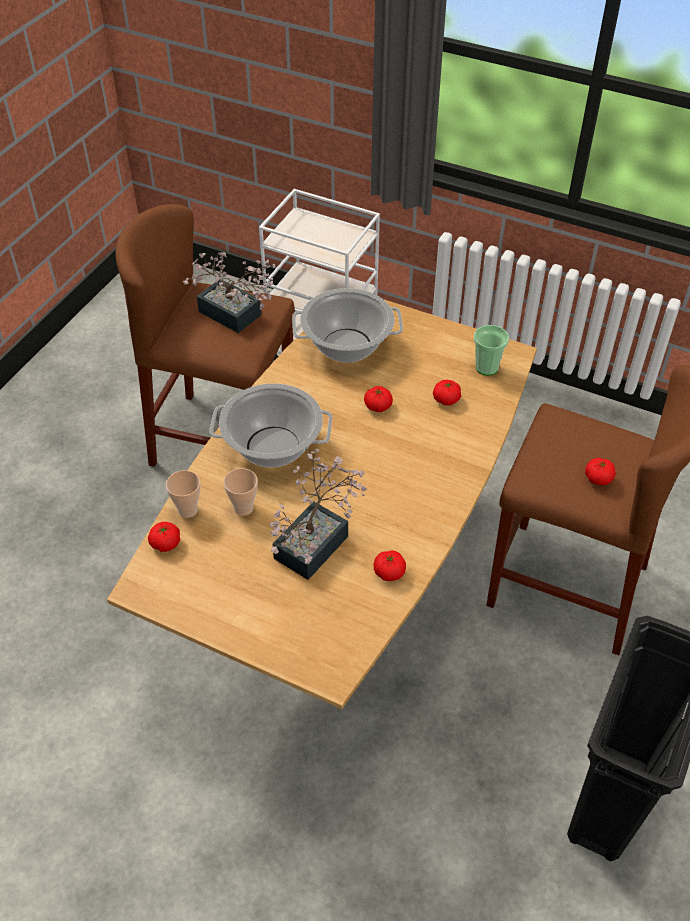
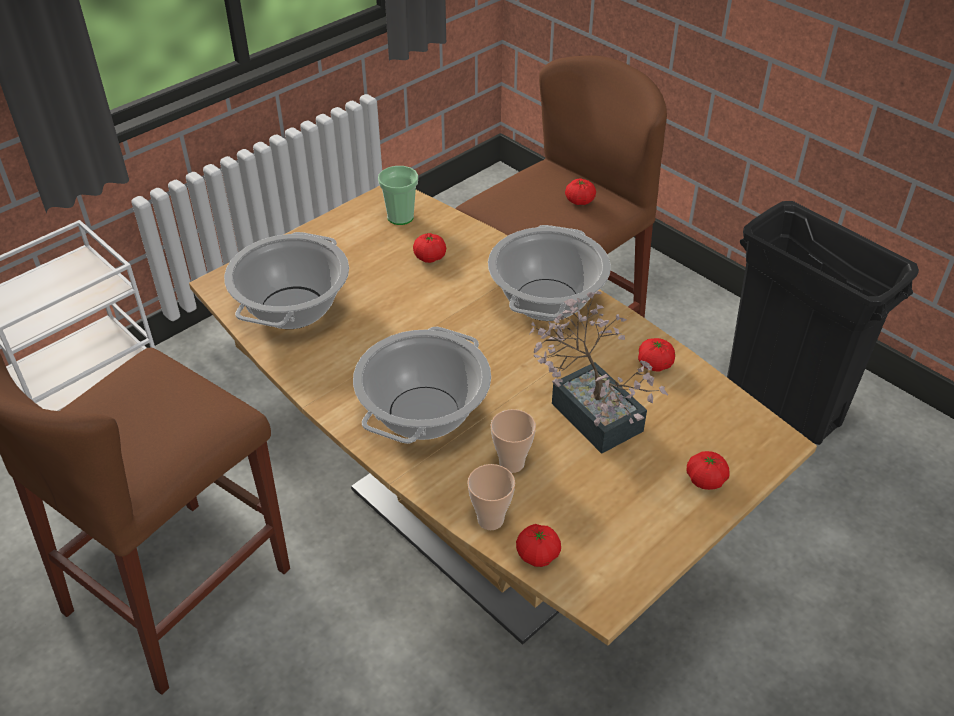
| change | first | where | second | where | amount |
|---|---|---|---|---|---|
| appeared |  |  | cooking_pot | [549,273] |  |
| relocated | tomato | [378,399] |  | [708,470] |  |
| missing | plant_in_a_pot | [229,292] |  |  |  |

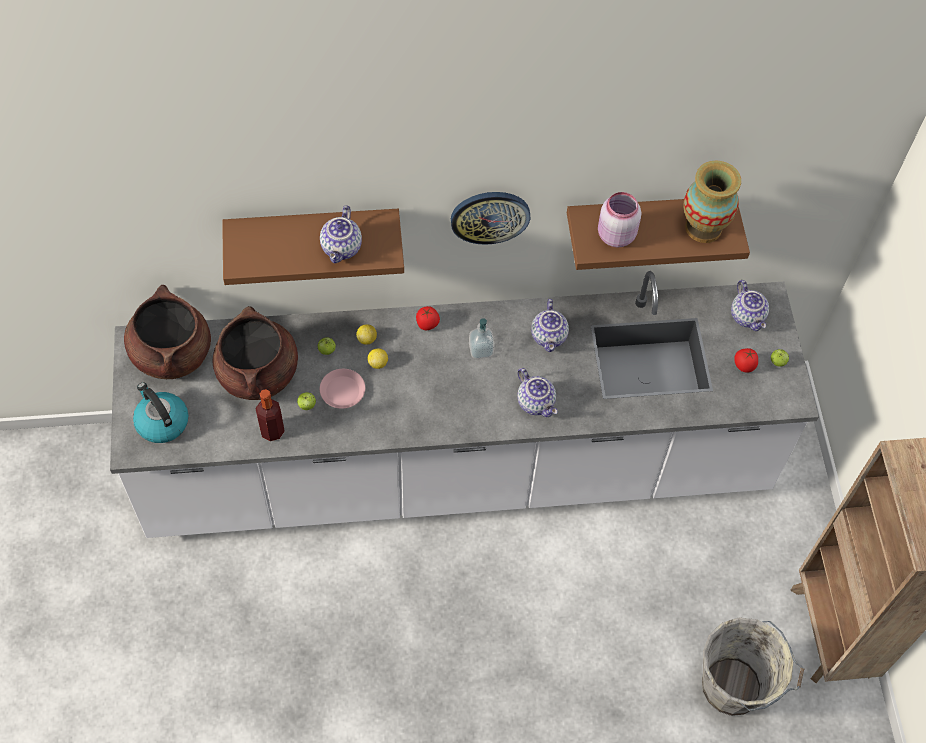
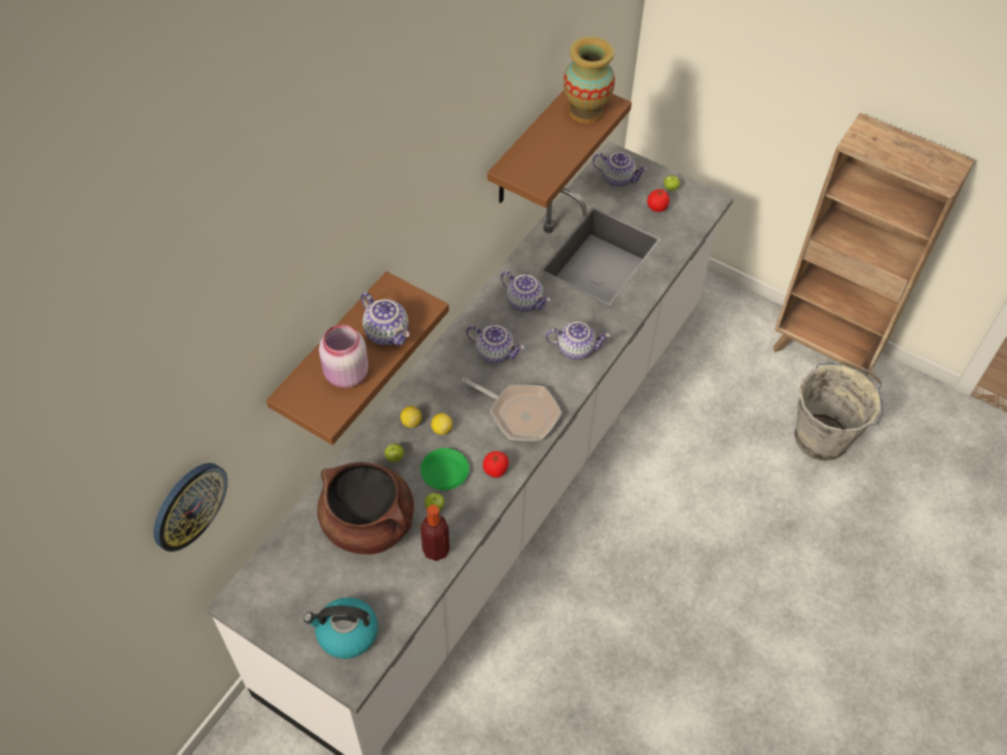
| change | first | where | second | where | amount |
|---|---|---|---|---|---|
| relocated | clock_on_the_wall | [490,218] |  | [191,507] |  |
| relocated | pink-coloured_storage_jar | [619,220] |  | [344,356] |  |
| colour | pink-coloured_plate | [342,389] | greenish_plate | [444,469] |  |
| appeared |  |  | frying_pan | [512,409] |  |
| exchanged | soap_dispenser | [482,338] | pot_for_tea | [495,344] |  |
| relocated | tomato | [428,318] |  | [496,464] |  |
| missing | brownish_cooking_pot | [167,332] |  |  |  |

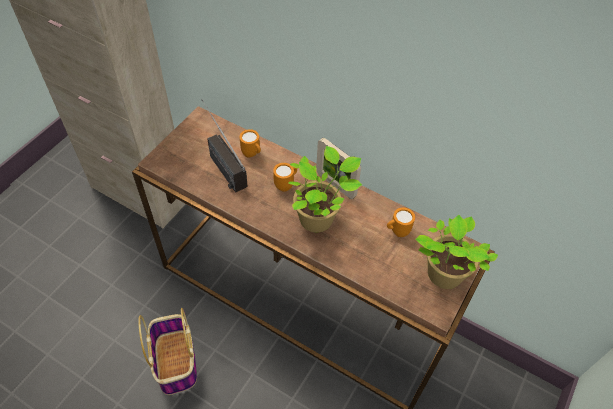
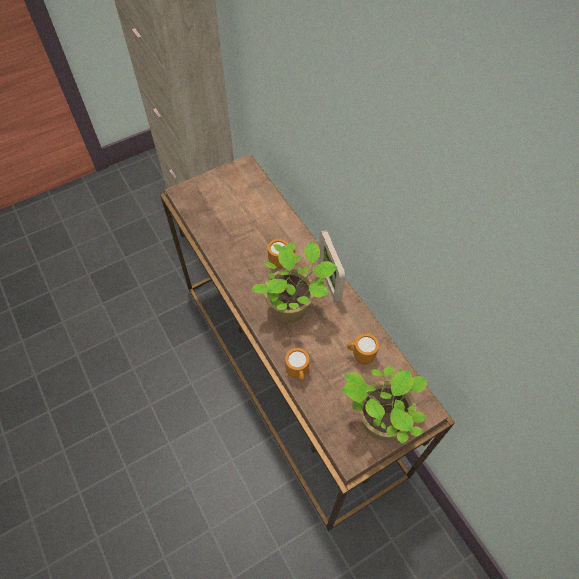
| change | first | where | second | where | amount |
|---|---|---|---|---|---|
| relocated | orange_mug | [250,143] |  | [297,364] |  |
| missing | storage_basket | [167,351] |  |  |  |
| missing | radio_set | [225,146] |  |  |  |

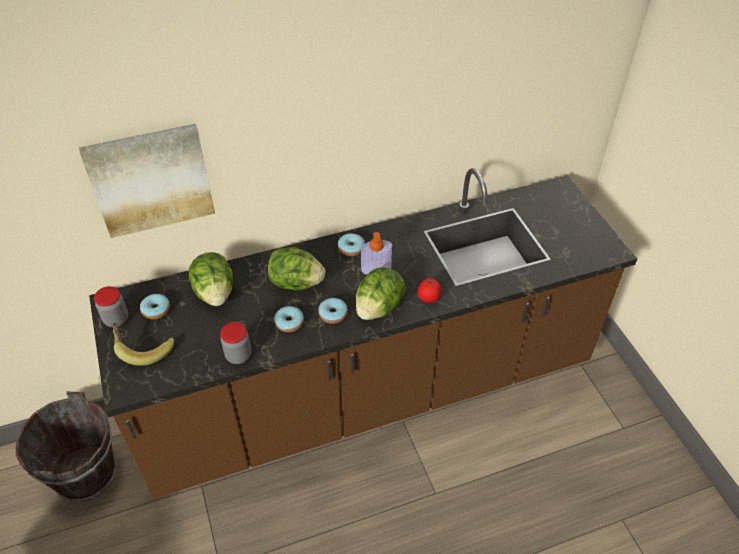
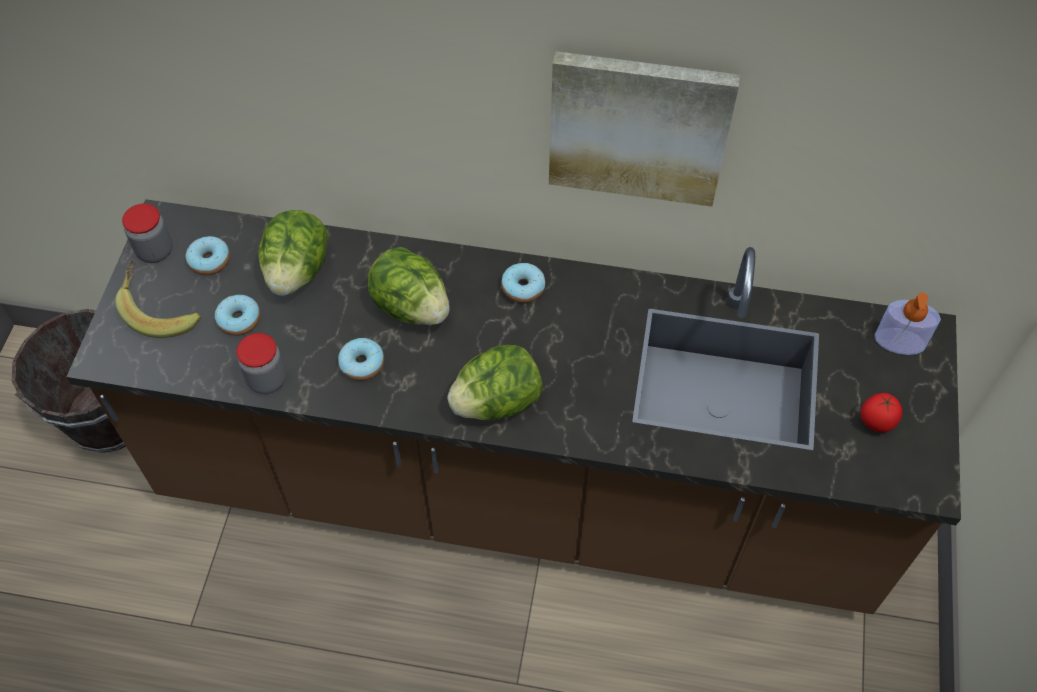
| change | first | where | second | where | amount |
|---|---|---|---|---|---|
| relocated | doughnut | [333,311] |  | [237,315] |  |
| relocated | picture | [147,181] |  | [644,129] |  |
| relocated | tomato | [429,290] |  | [881,412] |  |
| relocated | soap_dispenser | [376,253] |  | [908,323] |  |

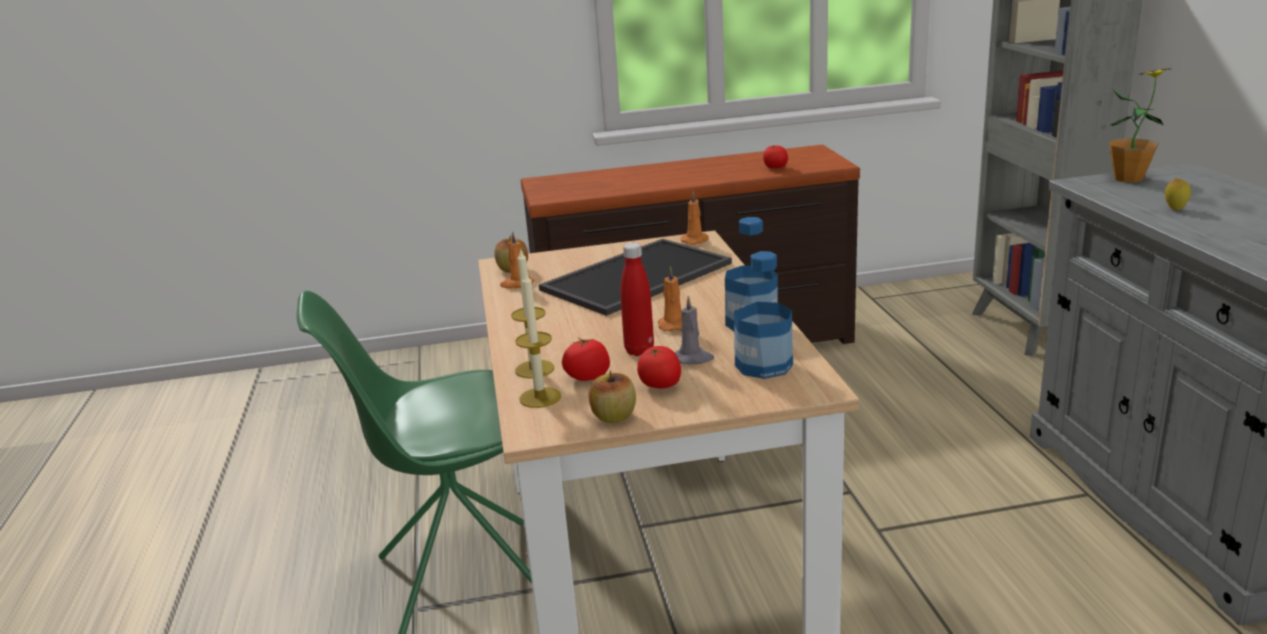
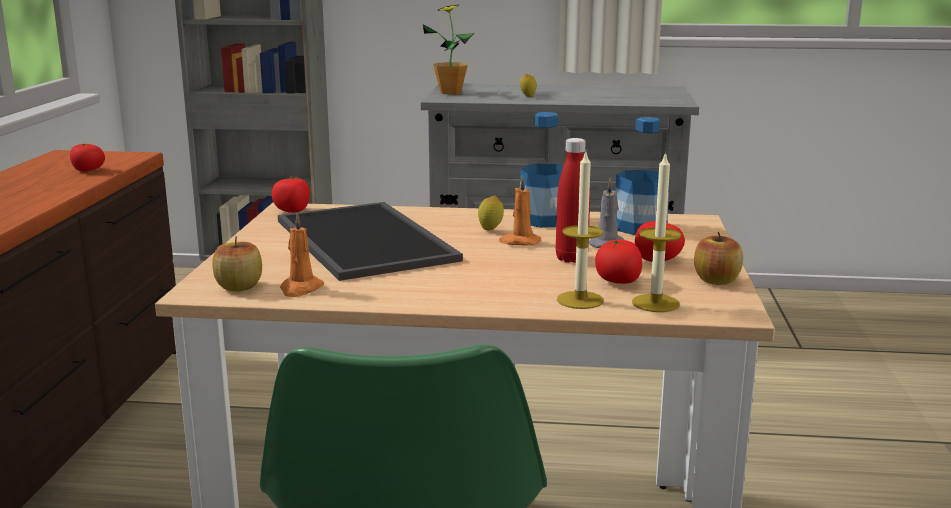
| change | first | where | second | where | amount |
|---|---|---|---|---|---|
| exchanged | orange_candle | [694,218] | tomato | [291,194] |  |
| appeared |  |  | whole_lemon | [491,212] |  |

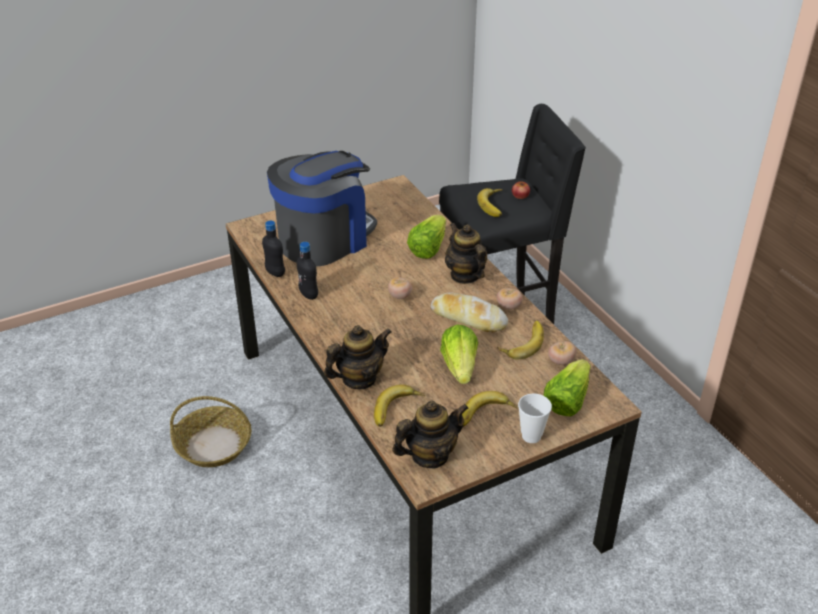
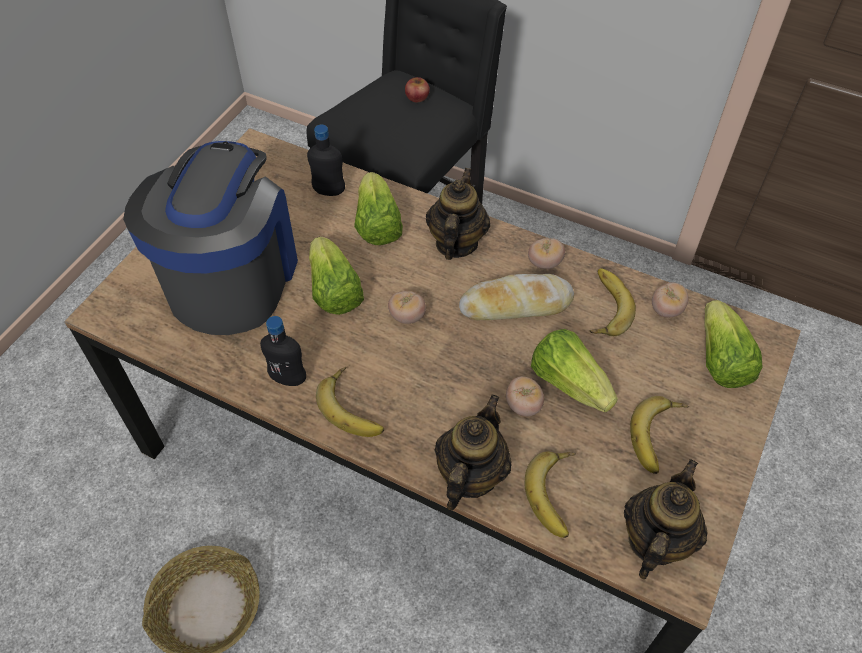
| change | first | where | second | where | amount |
|---|---|---|---|---|---|
| relocated | black-coloured_beverage_bottle | [273,248] |  | [326,160] |  |
| appeared |  |  | lettuce_head | [336,276] |  |
| relocated | banana_fruit | [490,202] |  | [350,402] |  |
| spun | pot_for_tea | [466,253] |  | [458,214] | 75 degrees clockwise |
| appeared |  |  | tomato | [525,396] |  |
| missing | drinking_cup | [535,418] |  |  |  |

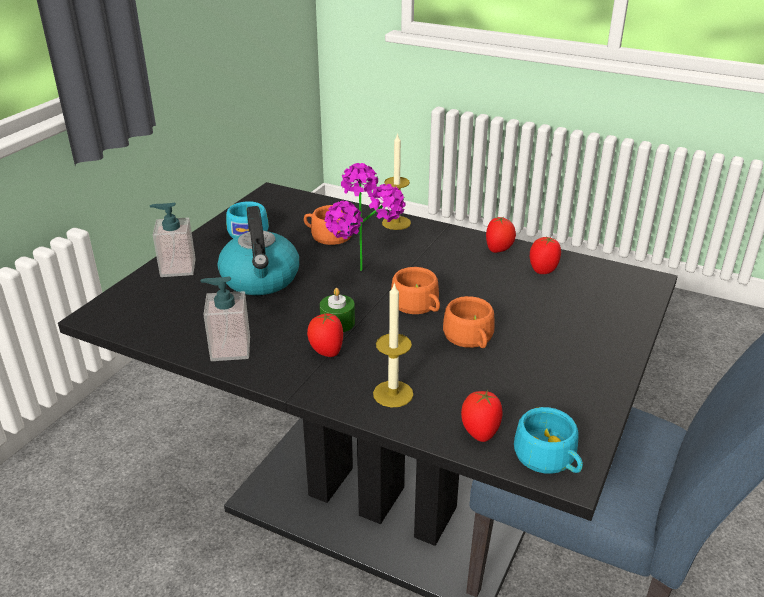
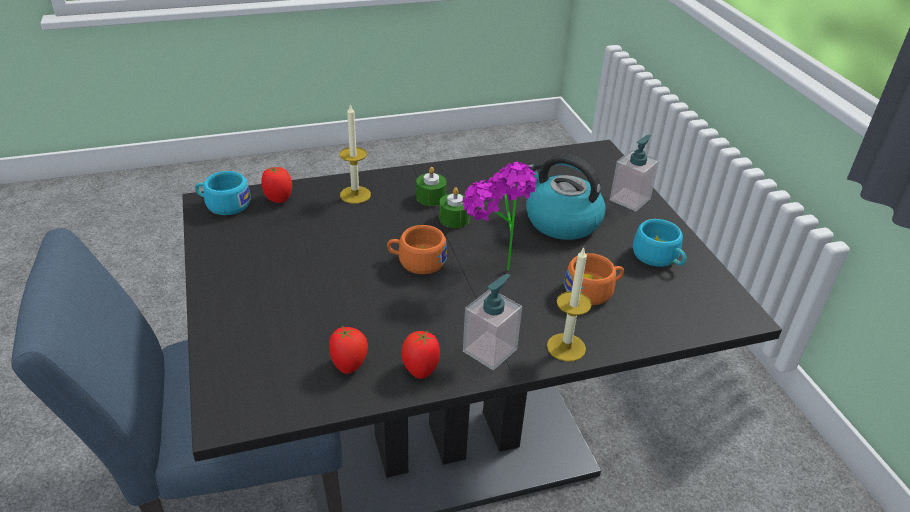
| change | first | where | second | where | amount |
|---|---|---|---|---|---|
| exchanged | tomato | [325,335] | greenish_candle | [431,186] |  |
| relocated | soap_dispenser | [225,318] |  | [492,322] |  |
| missing | orange_drinking_cup | [469,322] |  |  |  |

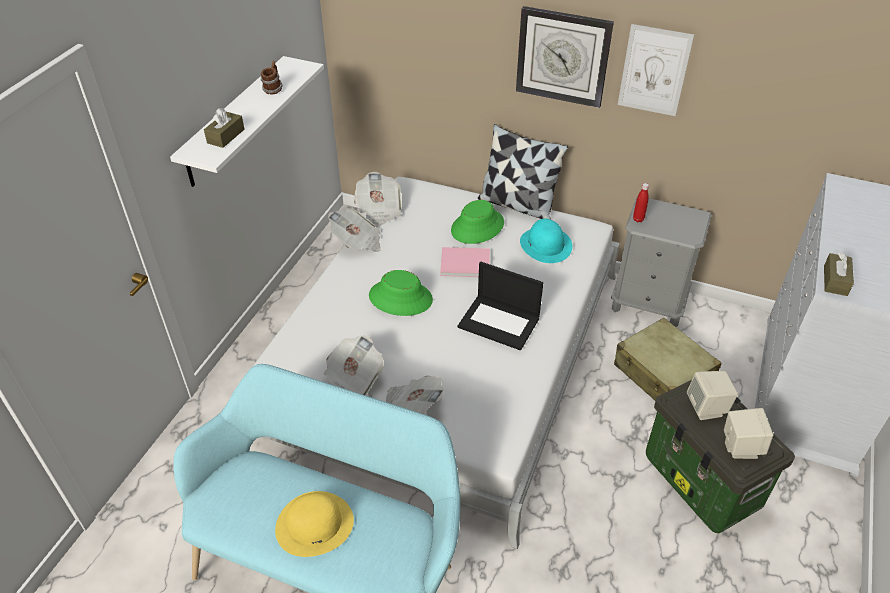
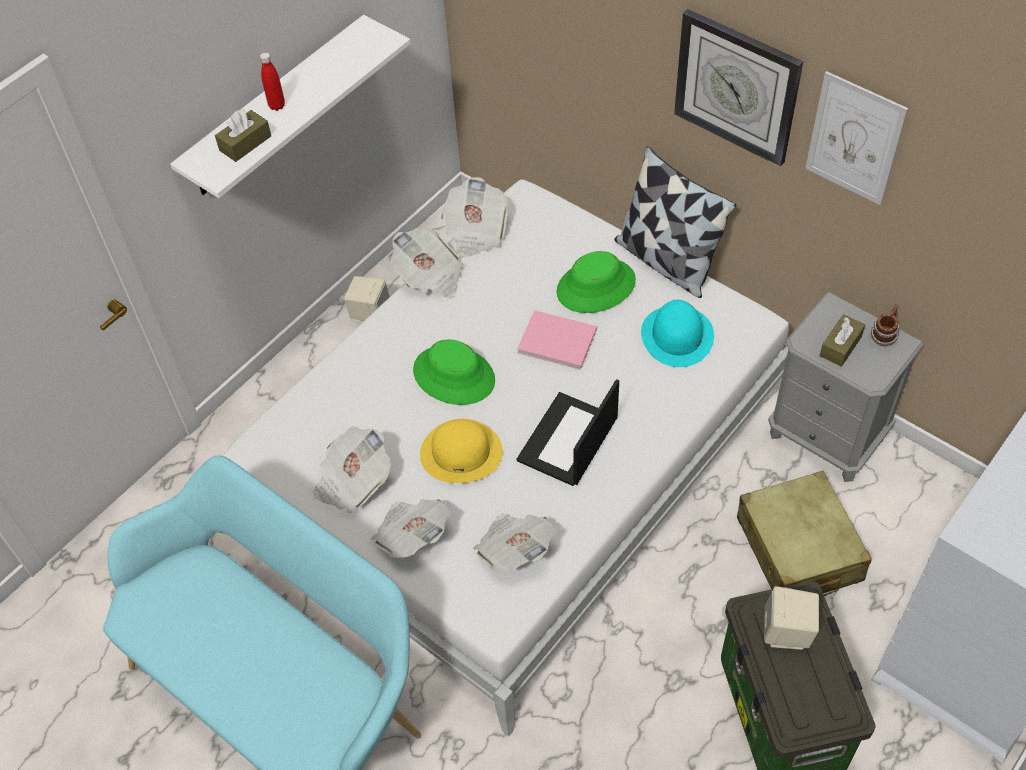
| change | first | where | second | where | amount |
|---|---|---|---|---|---|
| relocated | red-coloured_beverage_bottle | [641,202] |  | [272,81] |  |
| relocated | beige_audio_speaker | [748,433] |  | [367,299] |  |
| relocated | yellow_clothing_hat | [314,524] |  | [461,451] |  |
| appeared |  |  | daily_paper | [515,543] |  |
| spun | notebook_computer | [500,305] |  | [567,432] | 75 degrees clockwise |
| relocated | brownish_tissue_box | [839,274] |  | [842,340] |  |
| relocated | mug | [272,78] |  | [885,325] |  |

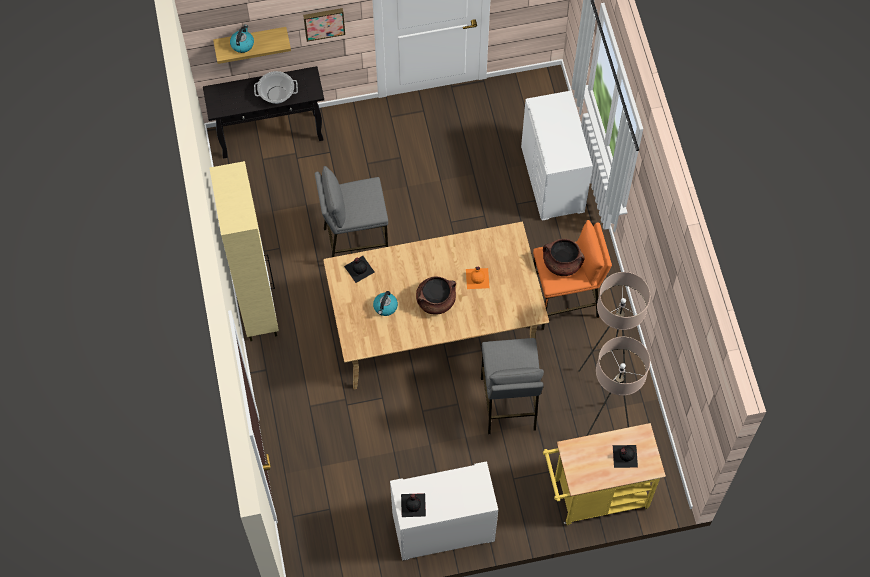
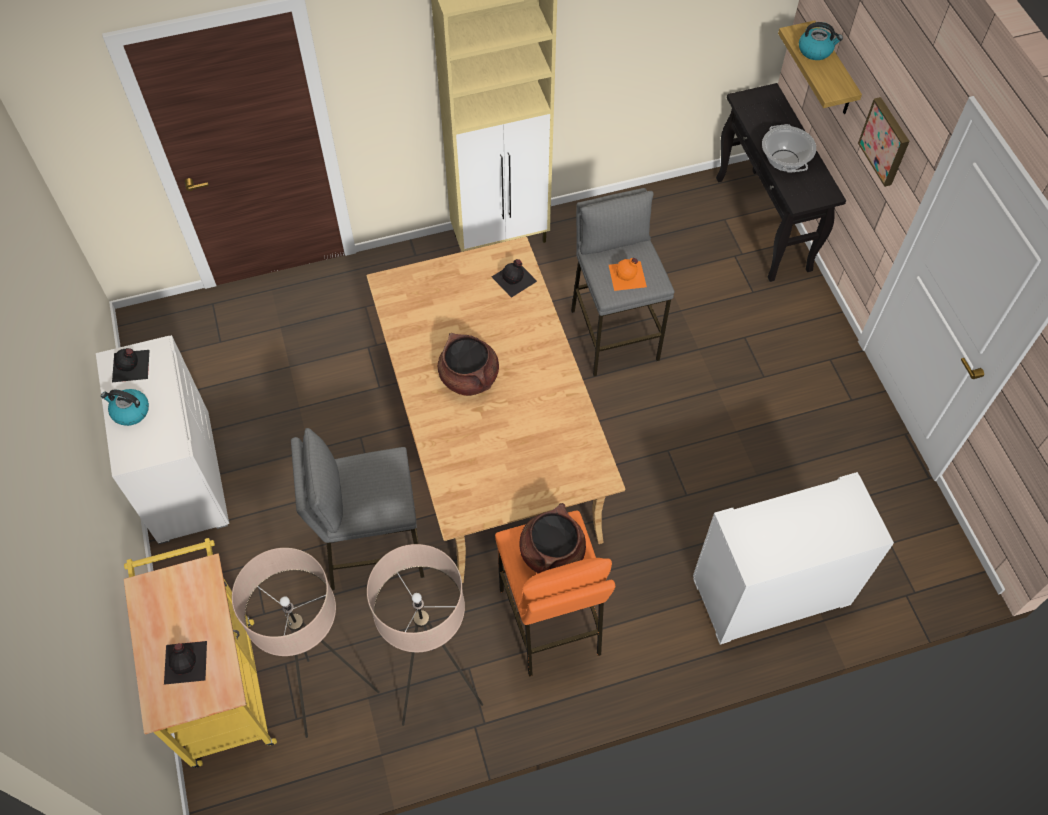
| change | first | where | second | where | amount |
|---|---|---|---|---|---|
| relocated | kettle | [385,303] |  | [125,407] |  |
| relocated | orange_beverage_bottle | [478,278] |  | [628,274] |  |

